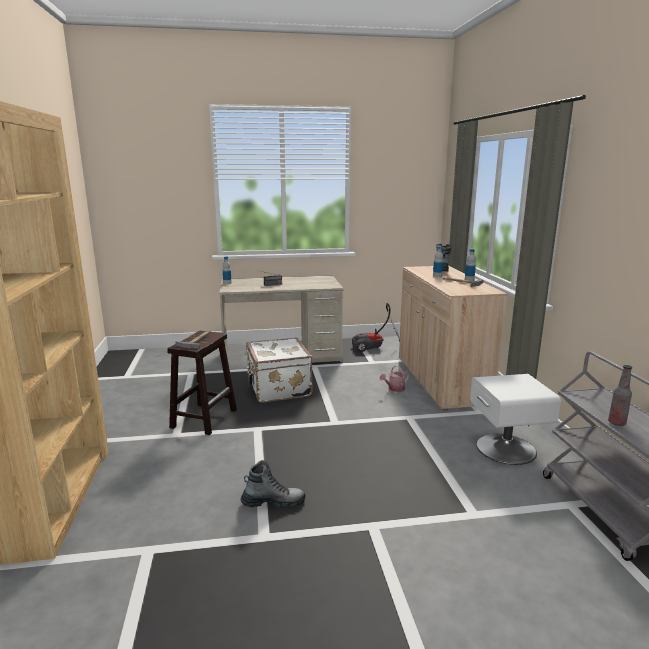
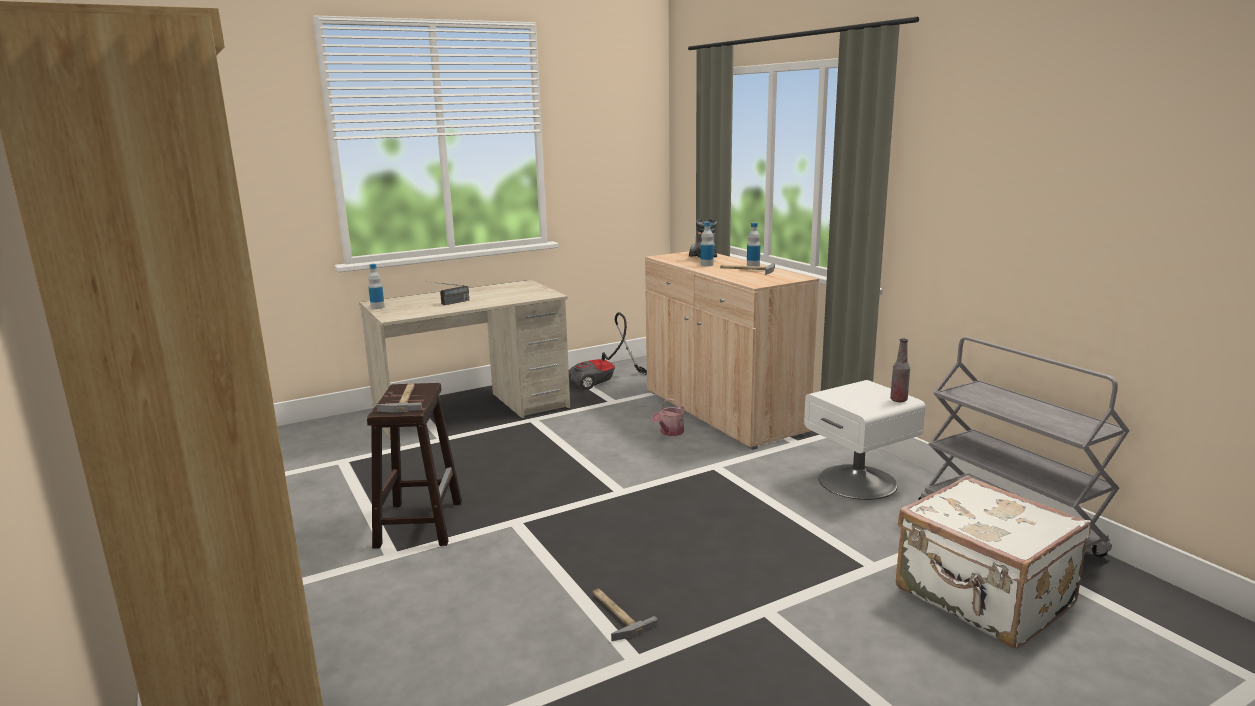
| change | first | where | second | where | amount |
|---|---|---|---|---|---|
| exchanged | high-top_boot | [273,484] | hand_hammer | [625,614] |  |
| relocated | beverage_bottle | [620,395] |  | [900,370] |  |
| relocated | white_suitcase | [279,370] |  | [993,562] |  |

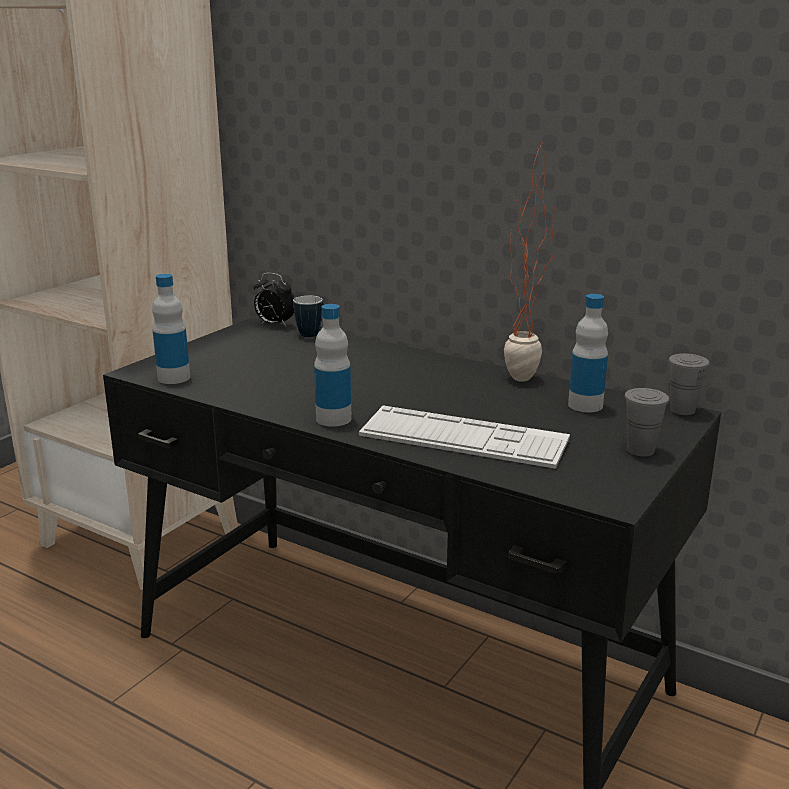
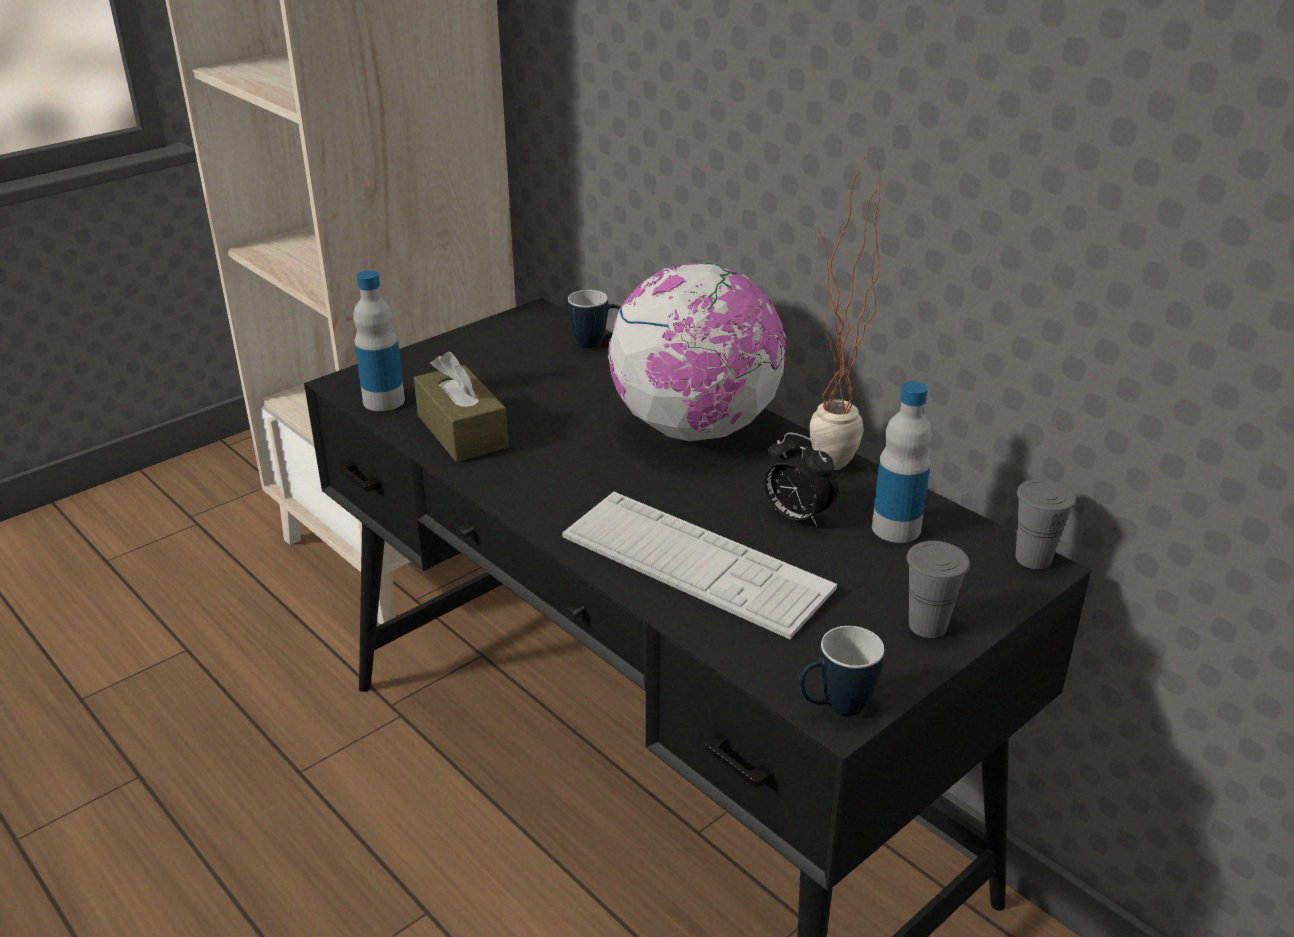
| change | first | where | second | where | amount |
|---|---|---|---|---|---|
| appeared |  |  | brownish_tissue_box | [461,407] |  |
| appeared |  |  | globe | [697,352] |  |
| relocated | bedside_clock | [274,299] |  | [802,479] |  |
| appeared |  |  | mug | [841,671] |  |
| missing | beverage_bottle | [333,365] |  |  |  |

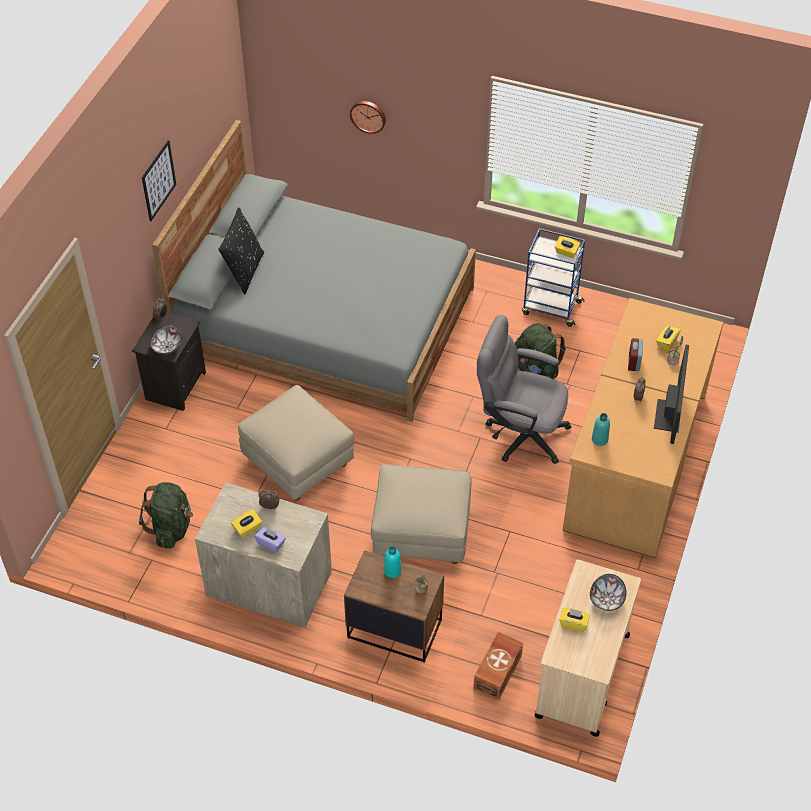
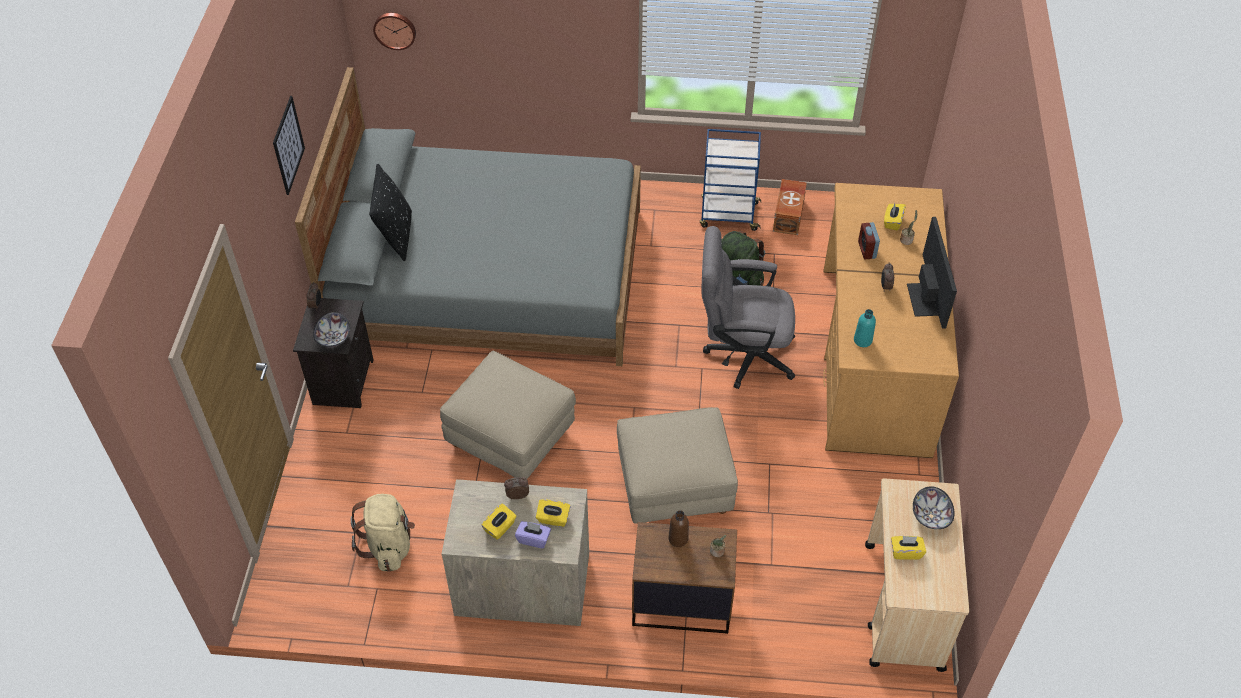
| change | first | where | second | where | amount |
|---|---|---|---|---|---|
| colour | greenish_backpack | [166,515] | beige_backpack | [383,533] |  |
| relocated | clock_on_the_wall | [368,117] |  | [394,31] |  |
| relocated | yellow_tissue_box | [567,247] |  | [553,513] |  |
| colour | blue-green_beverage_bottle | [392,562] | brownish_beverage_bottle | [678,528] |  |
| relocated | brownish_storage_bin | [498,666] |  | [790,207] |  |

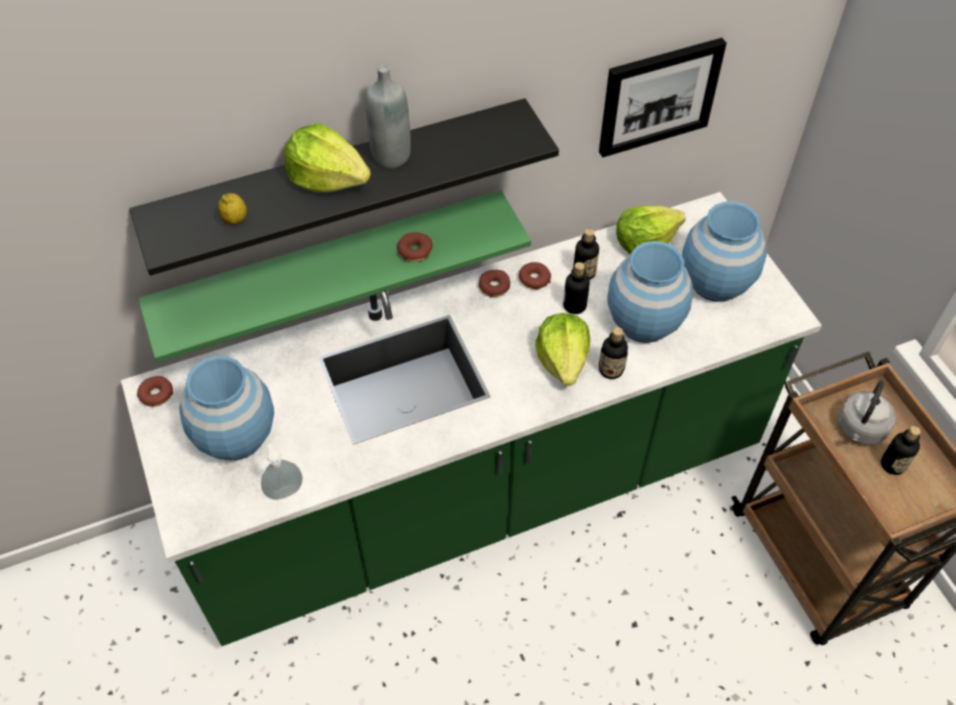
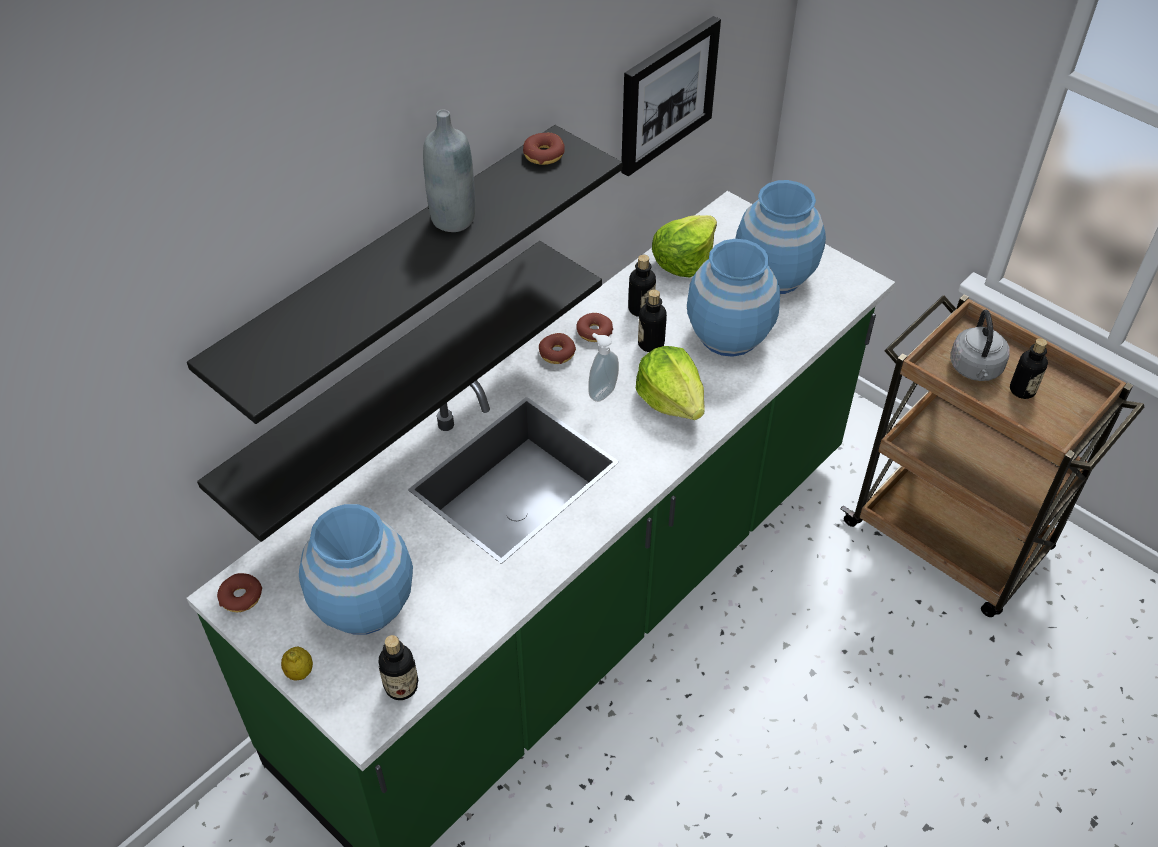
| change | first | where | second | where | amount |
|---|---|---|---|---|---|
| colour | greenish_wall_shelf | [334,276] | black-coloured_wall_shelf | [399,391] |  |
| relocated | whole_lemon | [232,209] |  | [297,664] |  |
| relocated | beverage_bottle | [613,353] |  | [398,667] |  |
| relocated | doughnut | [415,247] |  | [544,149] |  |
| relocated | soap_dispenser | [282,471] |  | [603,367] |  |
| missing | lettuce_head | [327,157] |  |  |  |

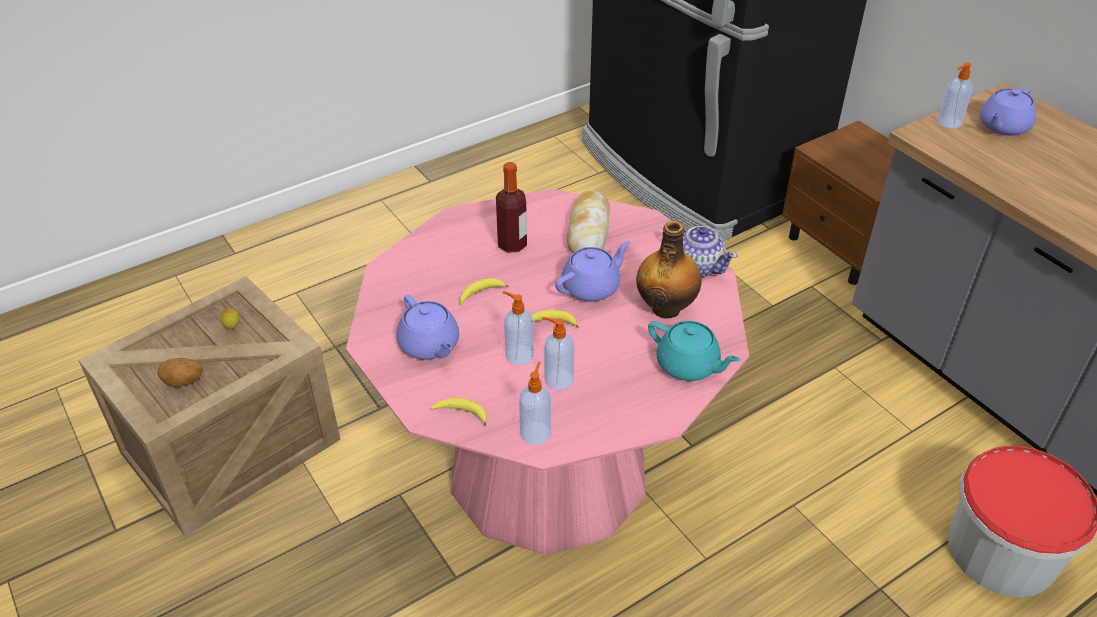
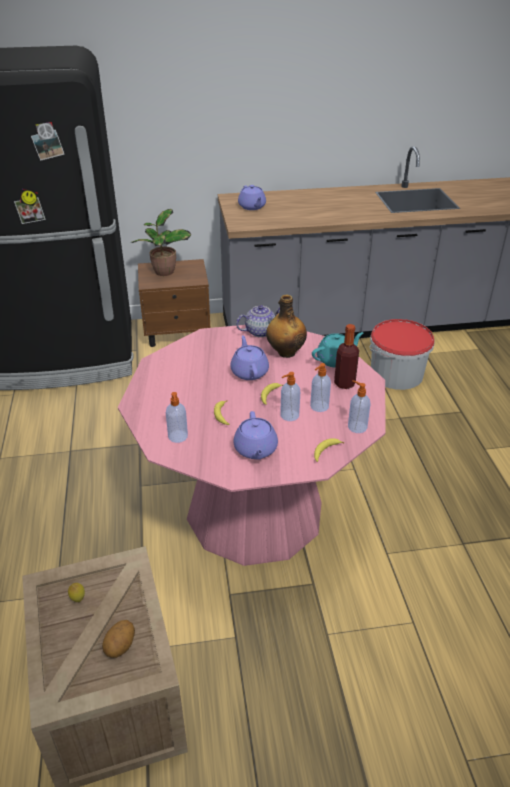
| change | first | where | second | where | amount |
|---|---|---|---|---|---|
| appeared |  |  | plant_in_a_pot | [161,242] |  |
| relocated | soap_dispenser | [955,95] |  | [177,417] |  |
| spun | purple-coloured_pot_for_tea | [427,327] |  | [256,435] | 90 degrees clockwise |
| relocated | beverage_bottle | [511,207] |  | [346,356] |  |
| missing | bakery_bread | [588,221] |  |  |  |

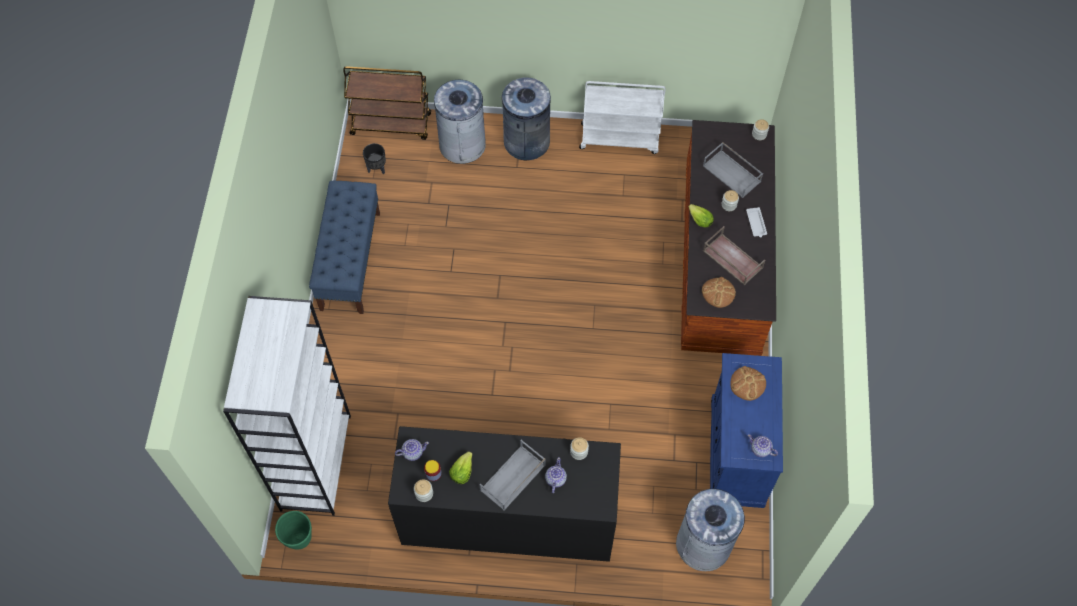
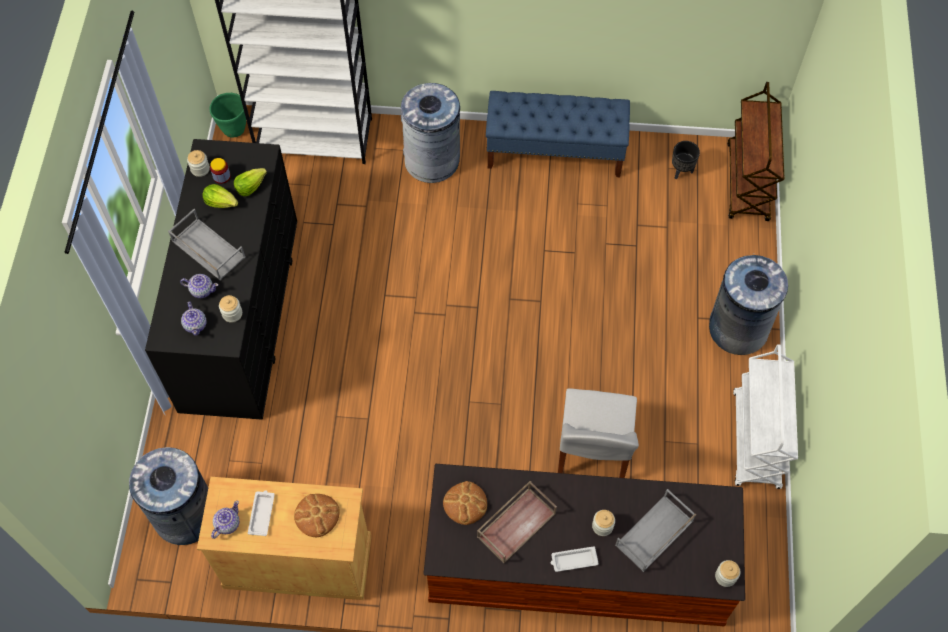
| change | first | where | second | where | amount |
|---|---|---|---|---|---|
| relocated | pot_for_tea | [412,450] |  | [193,319] |  |
| colour | blue-coloured_cupboard | [746,430] | beige_cupboard | [284,538] |  |
| relocated | lettuce_head | [701,216] |  | [250,182] |  |
| appeared |  |  | white_serving_tray | [261,513] |  |
| relocated | gray_trash_can | [460,122] |  | [430,133] |  |
| appeared |  |  | white_upright_chair | [598,433] |  |

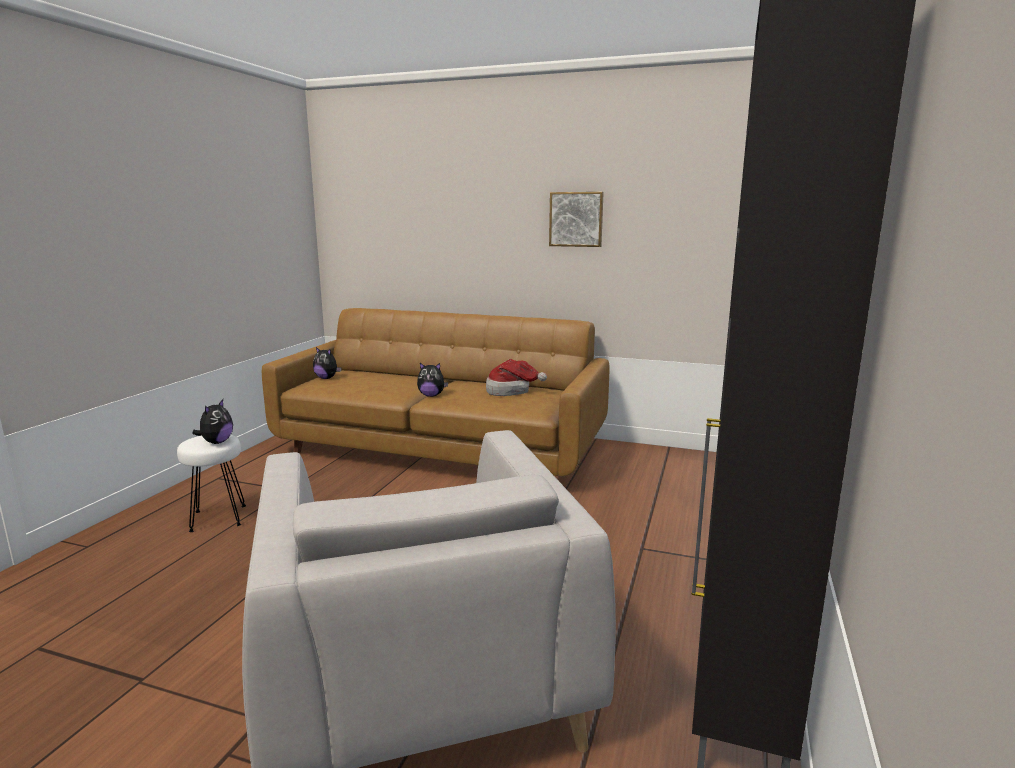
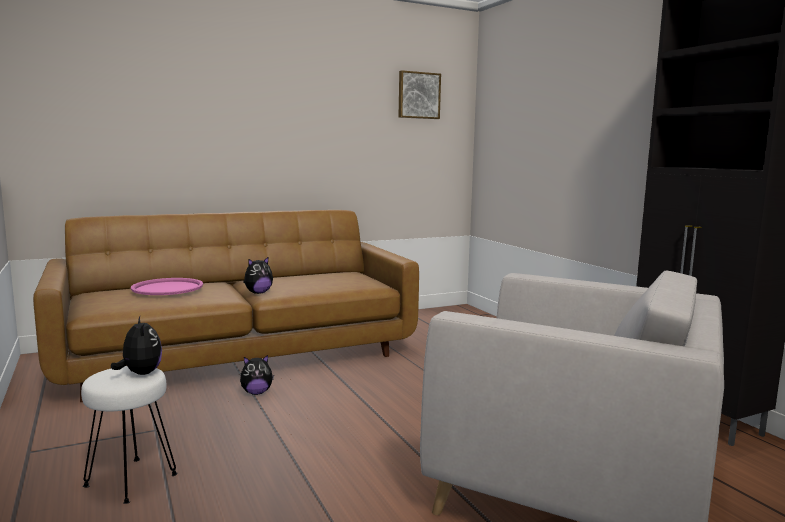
| change | first | where | second | where | amount |
|---|---|---|---|---|---|
| appeared |  |  | pink-coloured_serving_tray | [167,286] |  |
| relocated | cuddly_toy | [327,363] |  | [257,375] |  |
| relocated | picture | [576,219] |  | [419,94] |  |
| missing | clothing_hat | [516,377] |  |  |  |

